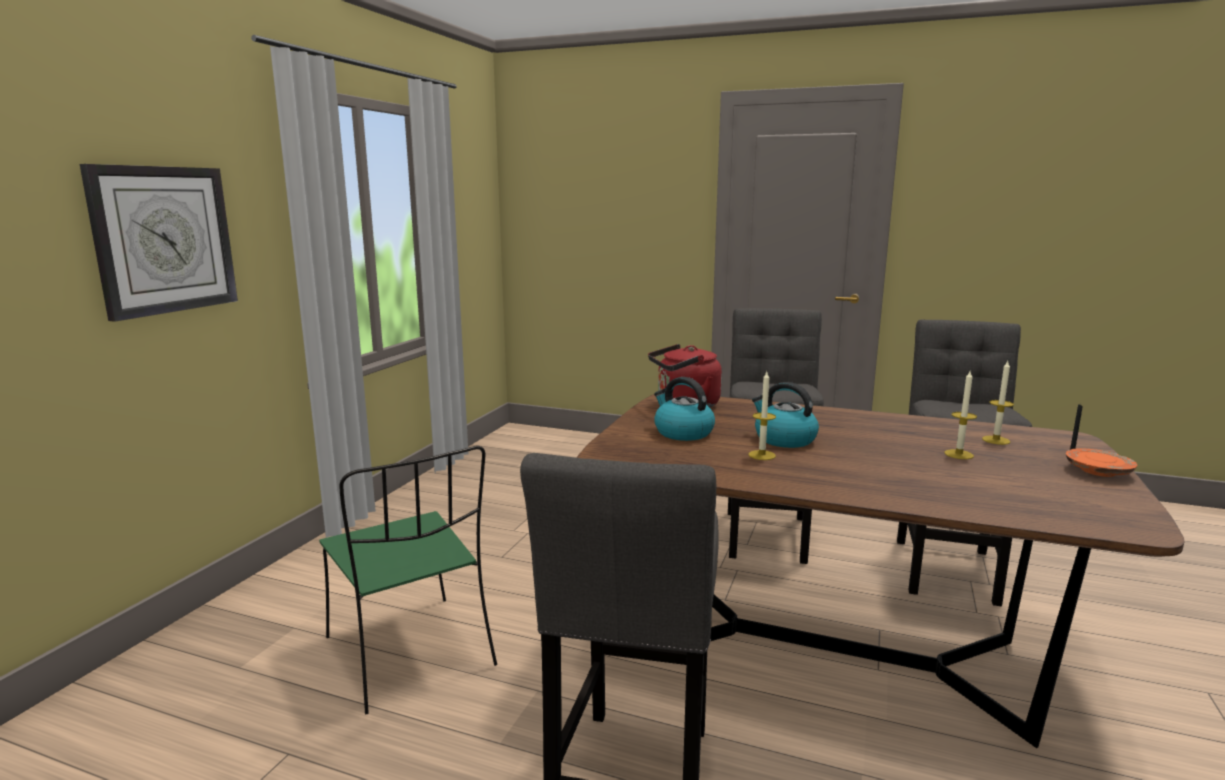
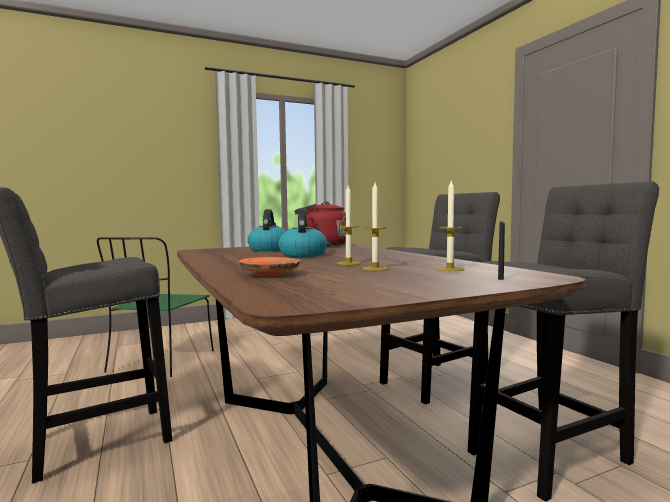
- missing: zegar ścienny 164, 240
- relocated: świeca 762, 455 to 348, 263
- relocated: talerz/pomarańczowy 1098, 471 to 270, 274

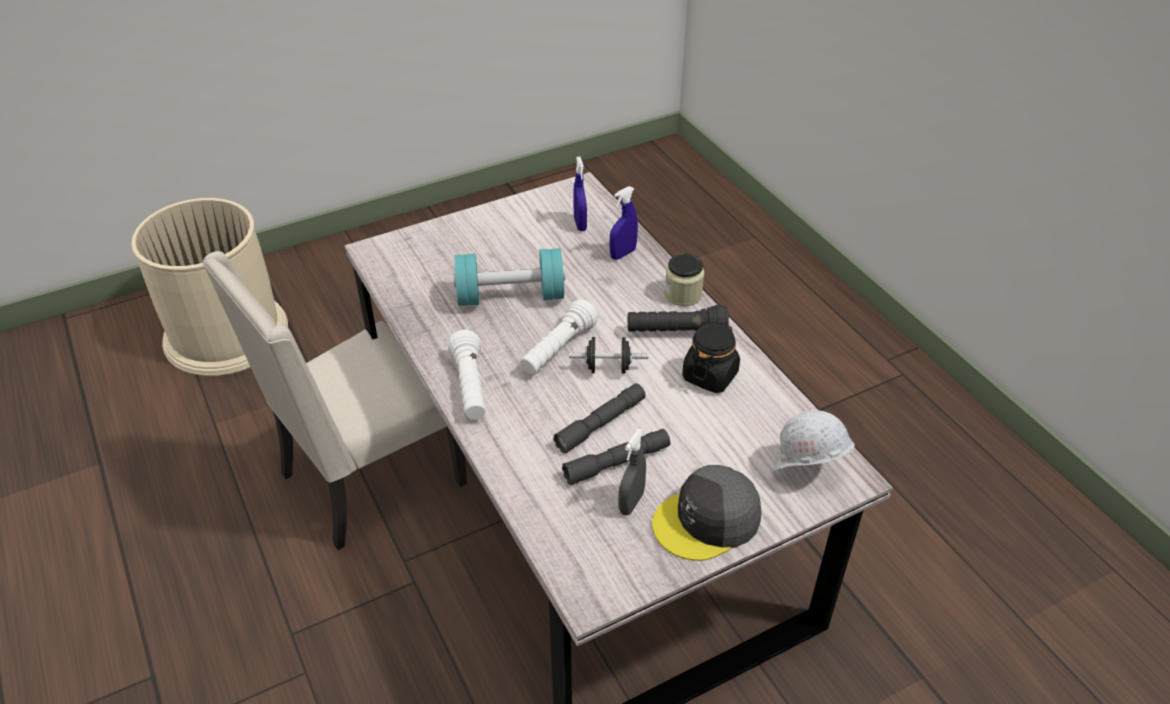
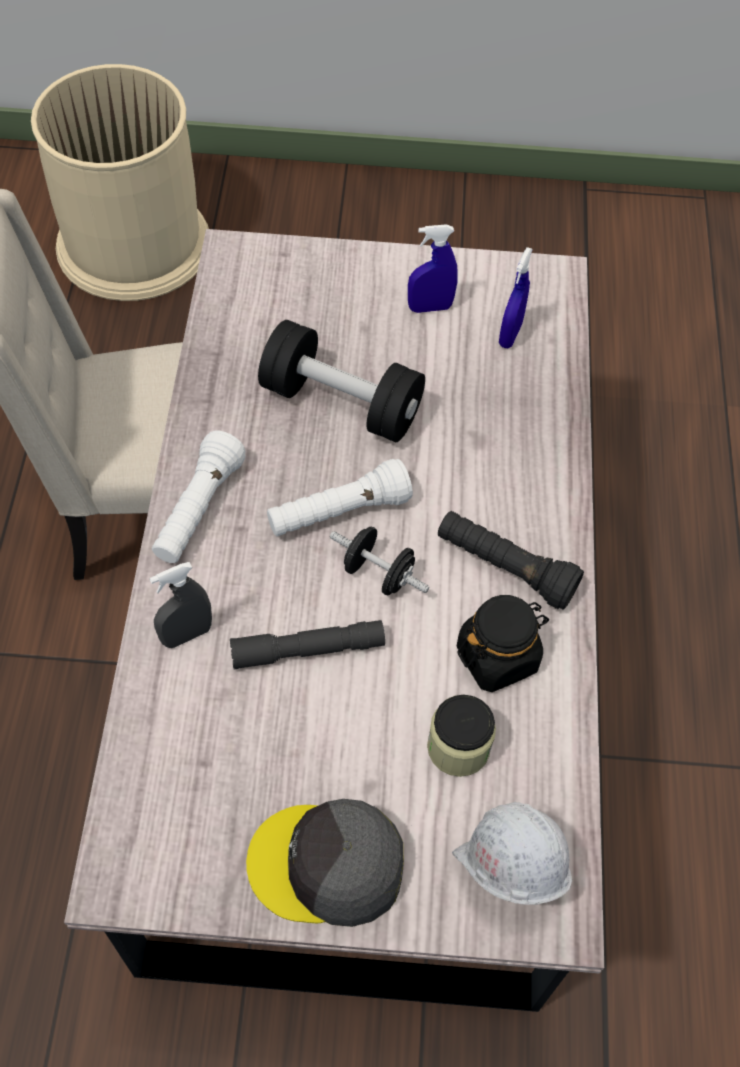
- missing: latarka/szary 617, 463
- relocated: spryskiwacz/niebieski 623, 254 to 430, 307
- relocated: spryskiwacz/szary 631, 503 to 187, 635
- relocated: słoik 683, 294 to 458, 747
- colour: hantel/turkusowy 510, 296 to hantel/czarny 341, 403

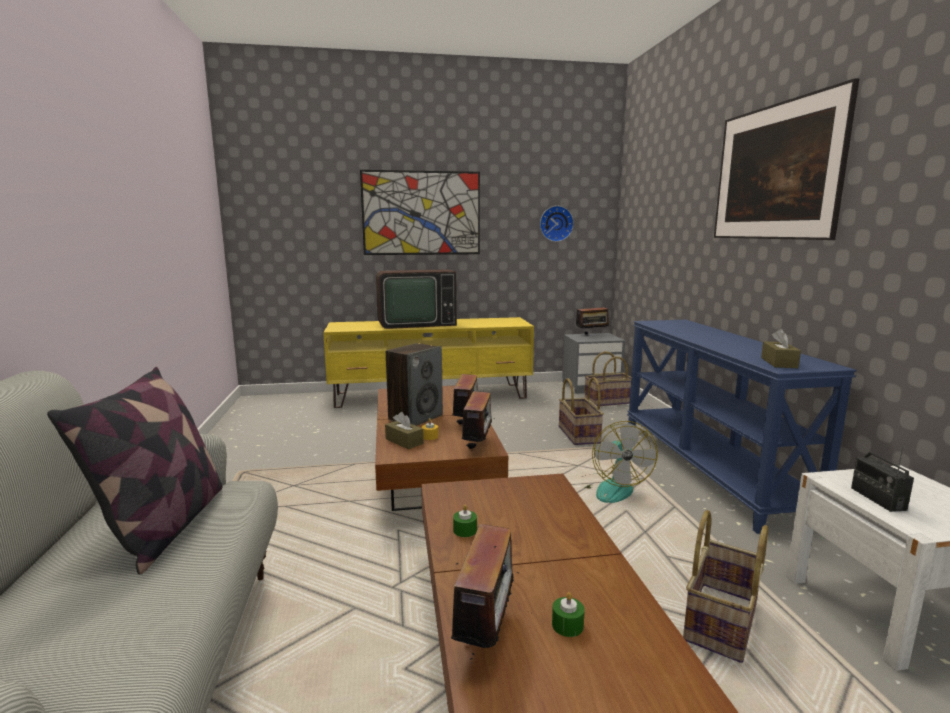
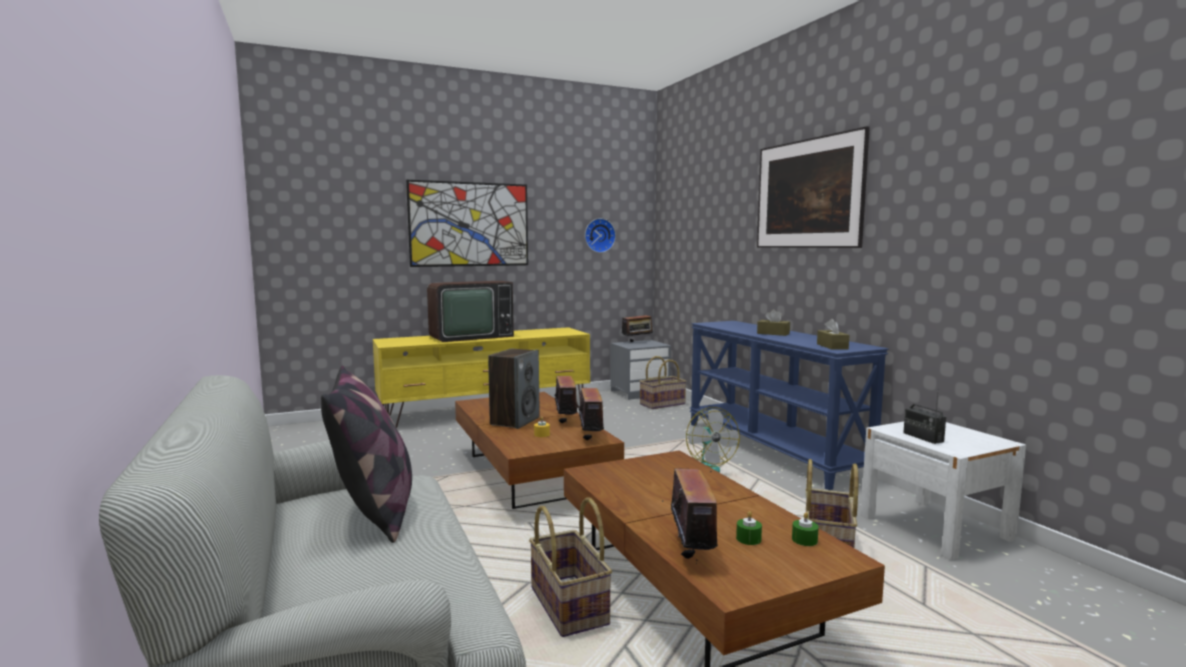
- relocated: pudełko chusteczek/brązowy 404, 441 to 773, 333
- relocated: świeca/zielony 465, 530 to 804, 540
- relocated: koszyk 580, 435 to 570, 606

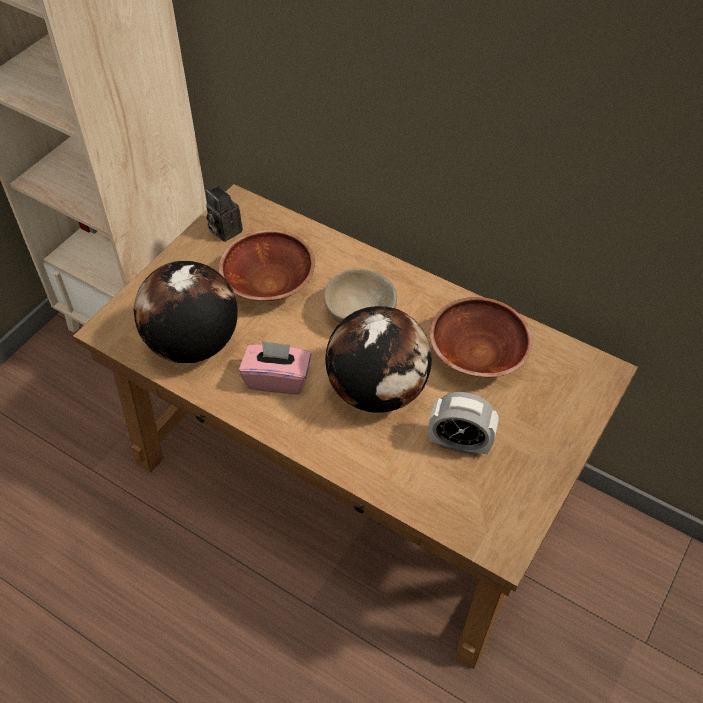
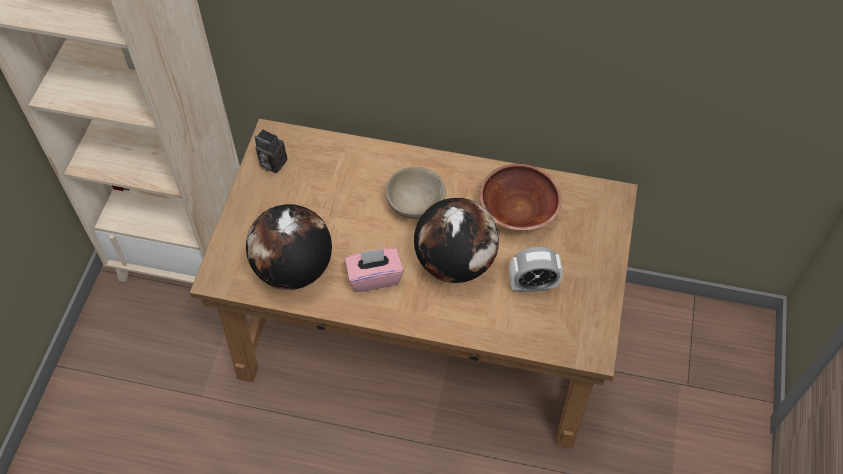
- missing: miska/brązowy 269, 283

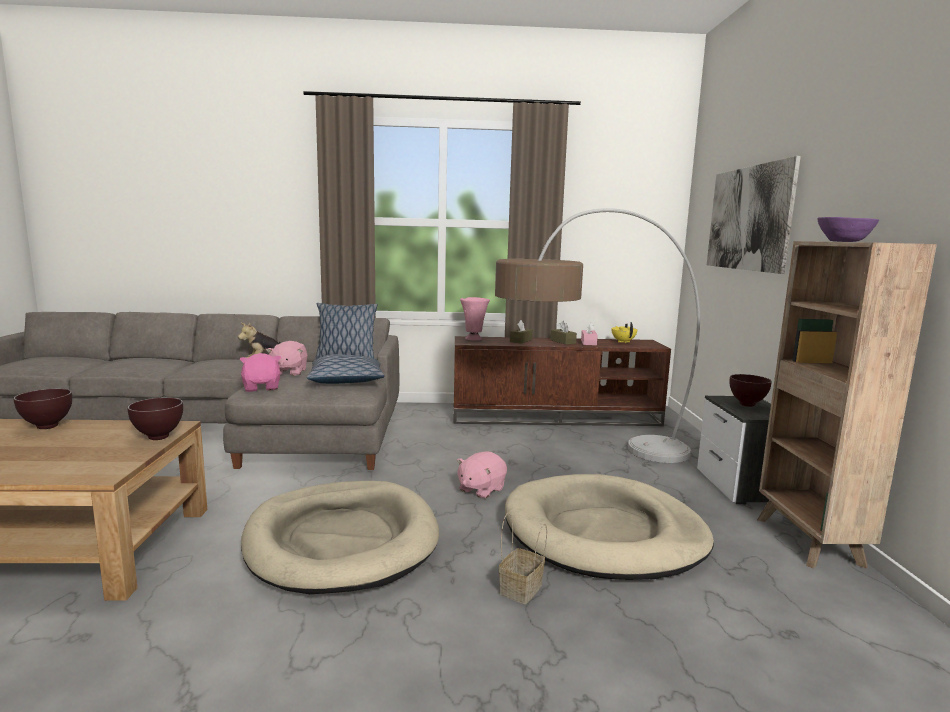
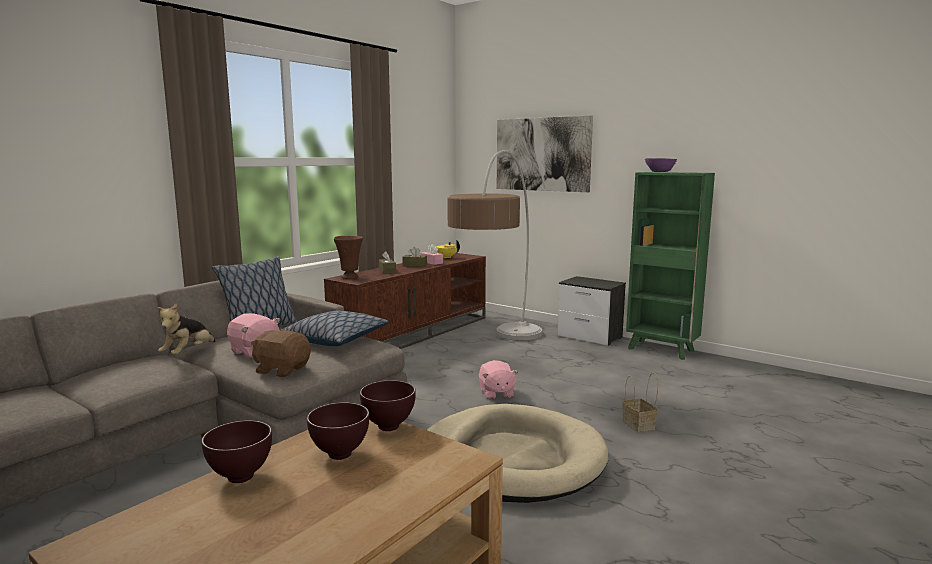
- missing: legowisko/beżowy 604, 533
- relocated: miska/brązowy 746, 404 to 339, 455
- colour: pluszak/różowy 262, 387 to pluszak/brązowy 282, 370
- colour: wazon/różowy 474, 339 to wazon/brązowy 349, 277
- colour: regał/brązowy 809, 542 to regał/zielony 662, 350

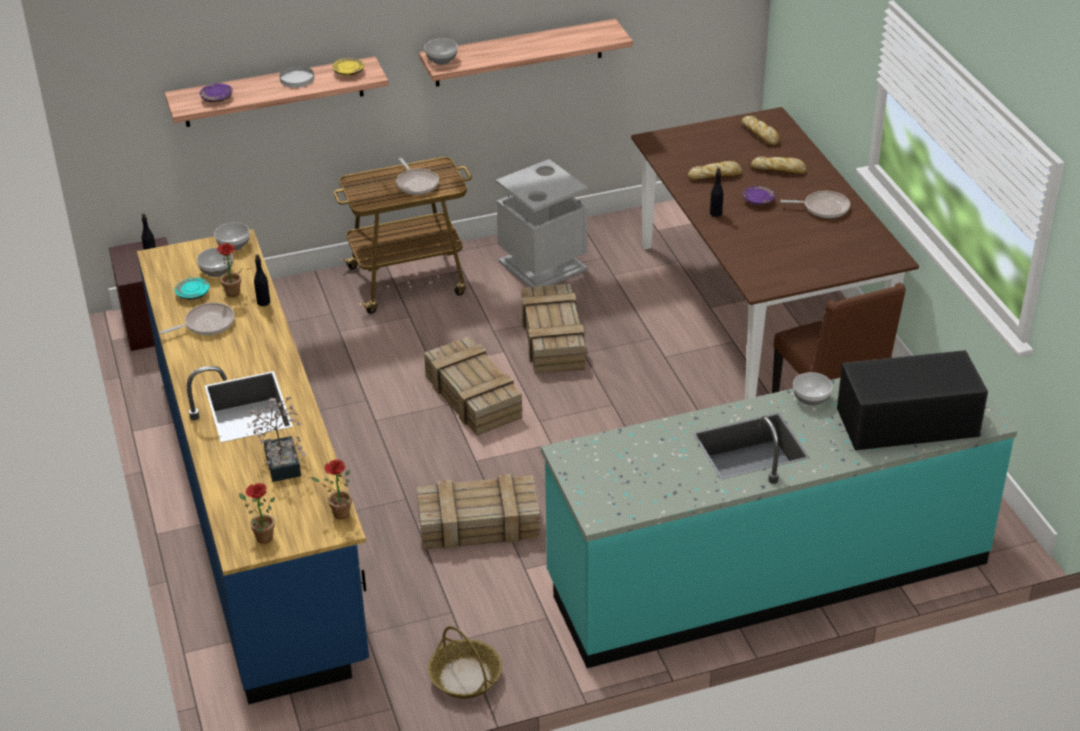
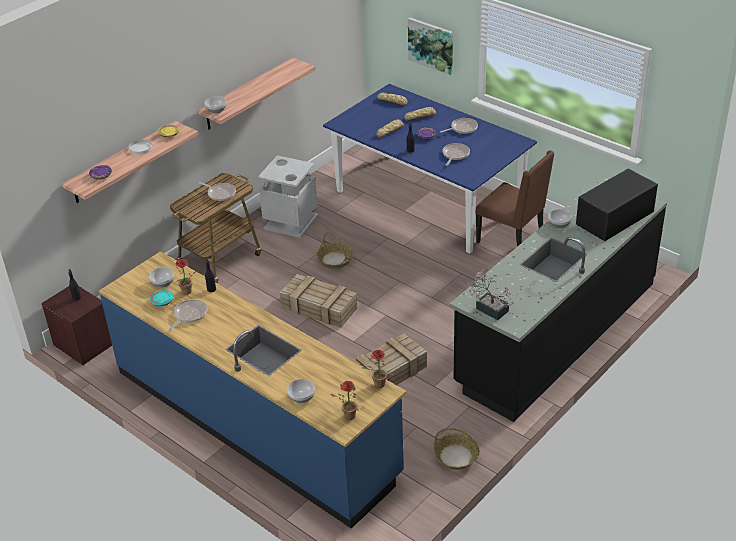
- appeared: obraz 431, 45
- appeared: patelnia 455, 155
- relocated: miska 234, 245 to 302, 397
- relocated: roślina doniczkowa 282, 460 to 489, 308
- exchanged: skrzynka 553, 340 to koszyk 335, 260
- colour: zabudowa kuchenna/turkusowy 767, 571 to zabudowa kuchenna/czarny 556, 333
- colour: stół jadalny/brązowy 757, 306 to stół jadalny/niebieski 427, 201

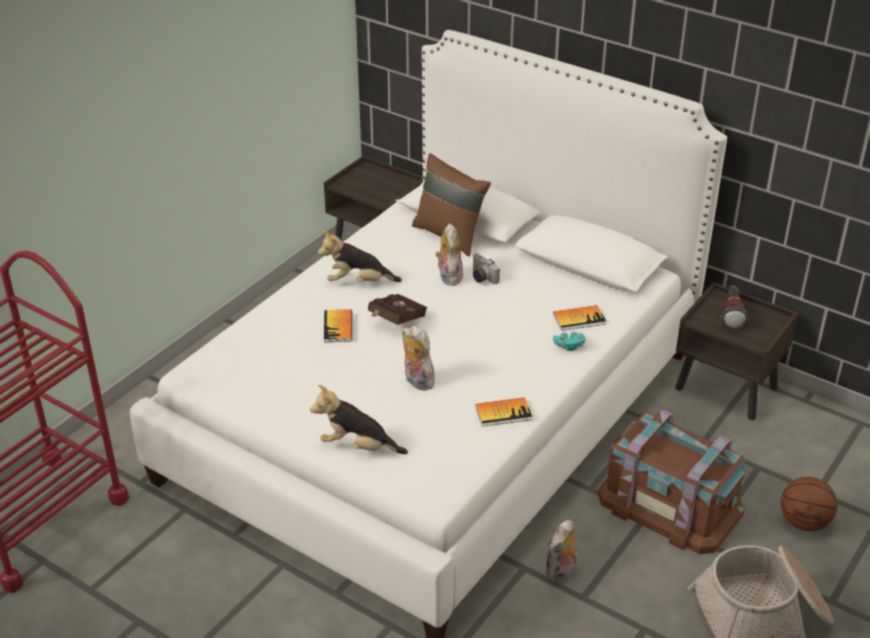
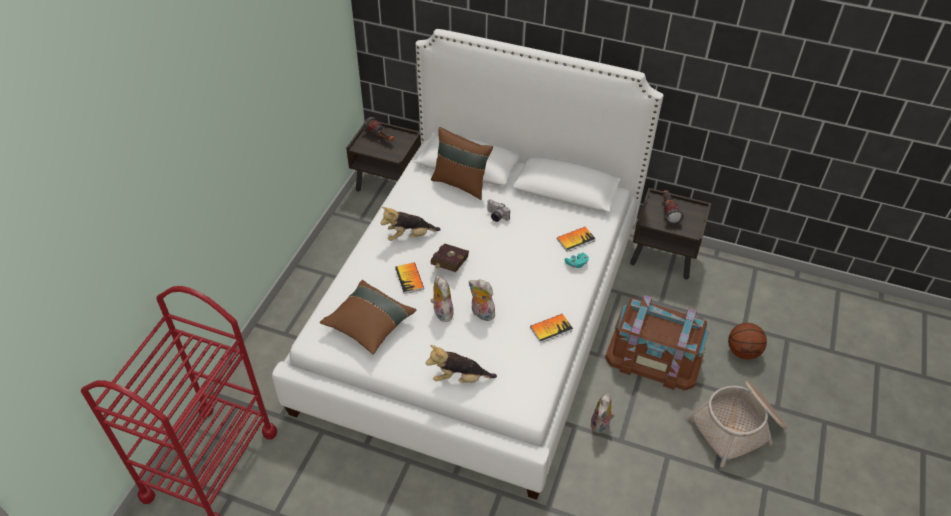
- appeared: poduszka/brązowy 369, 325
- appeared: latarka 380, 137
- relocated: pluszak 448, 276 to 441, 312

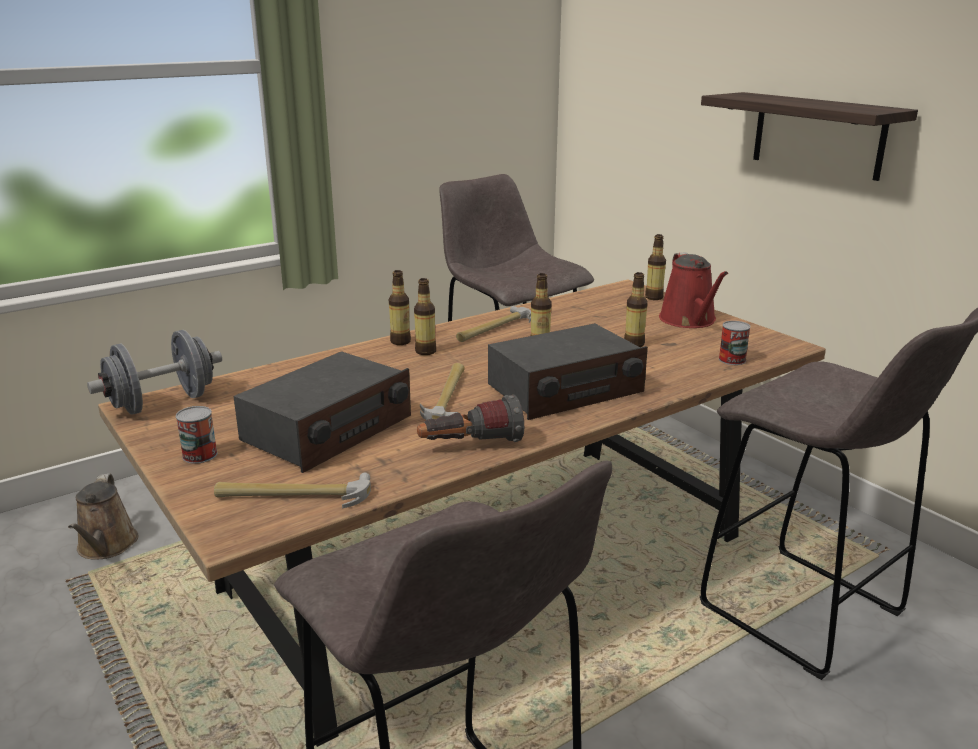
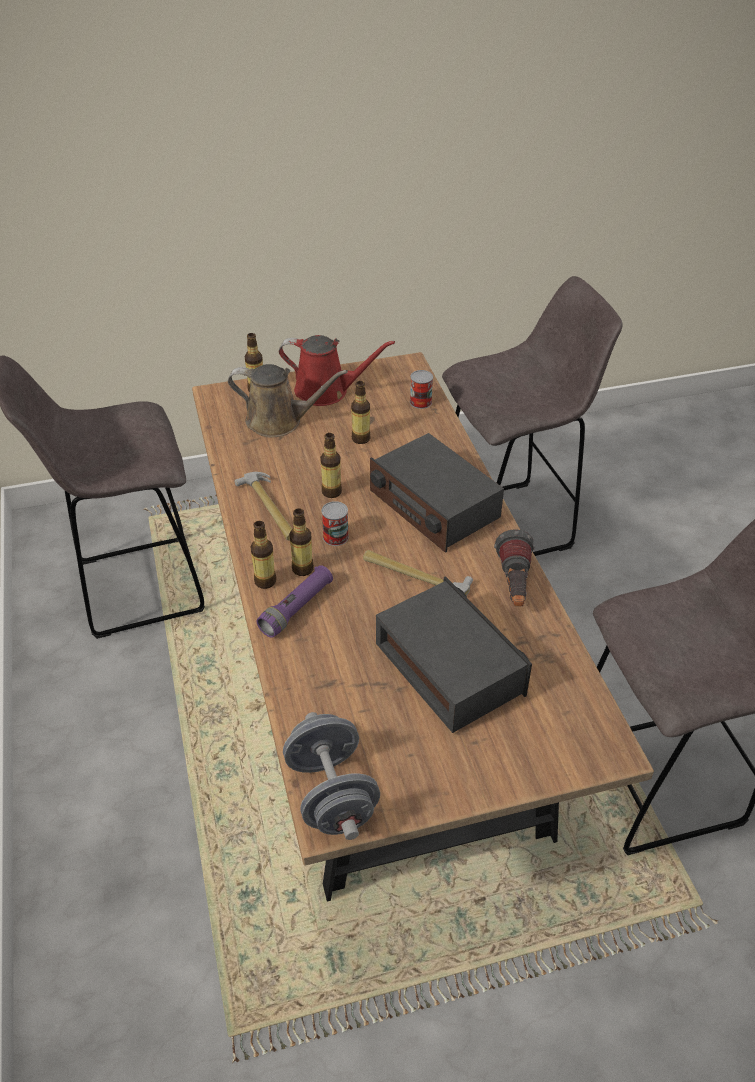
- missing: młotek 293, 495
- missing: półka 818, 135
- appeared: latarka/fioletowy 296, 608
- relocated: konewka/brązowy 106, 546 to 279, 421
- relocated: puszka 200, 455 to 335, 537
- spun: radio 565, 389 = 433, 505 150 degrees clockwise

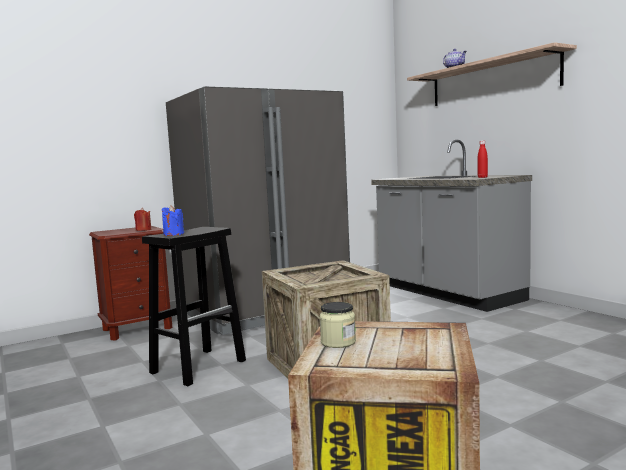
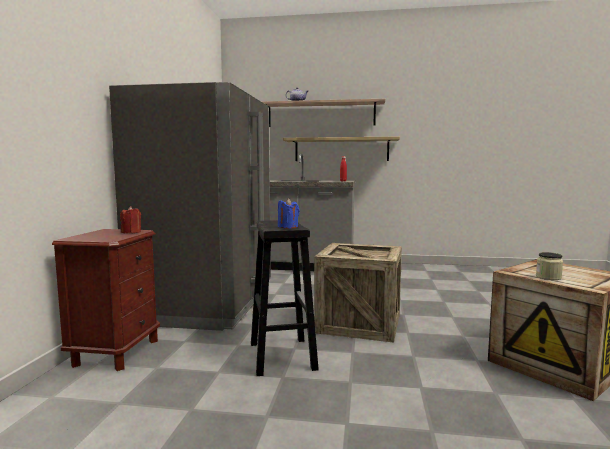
- appeared: półka 341, 150

